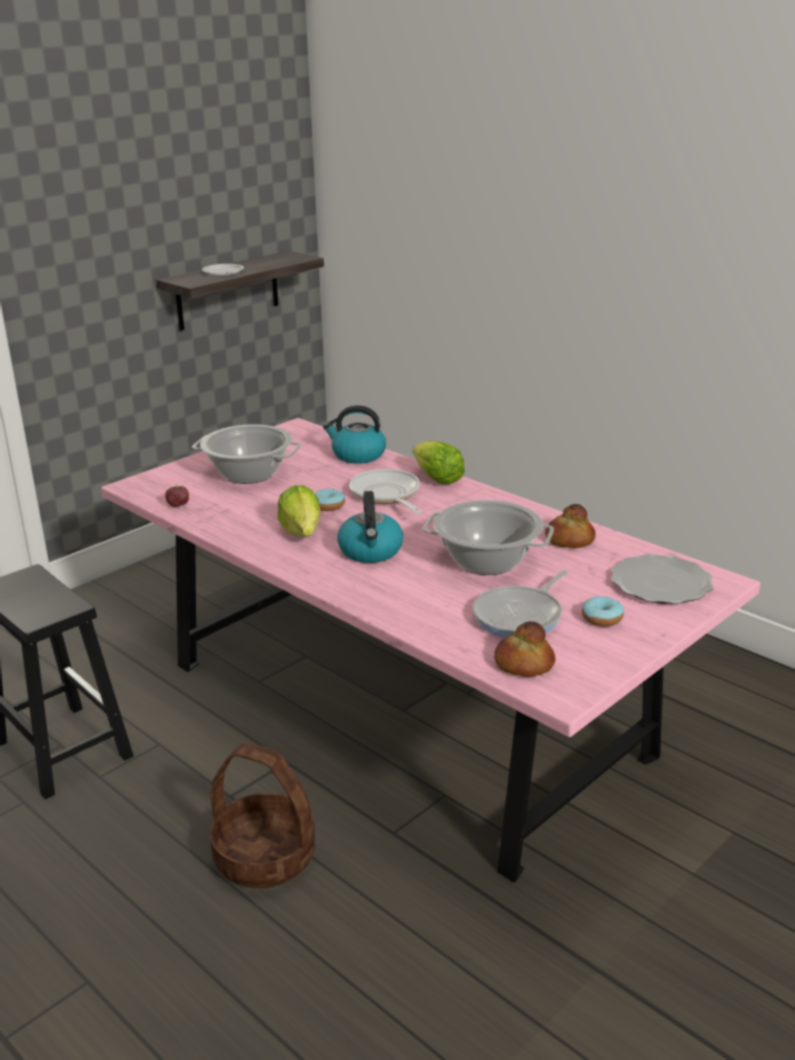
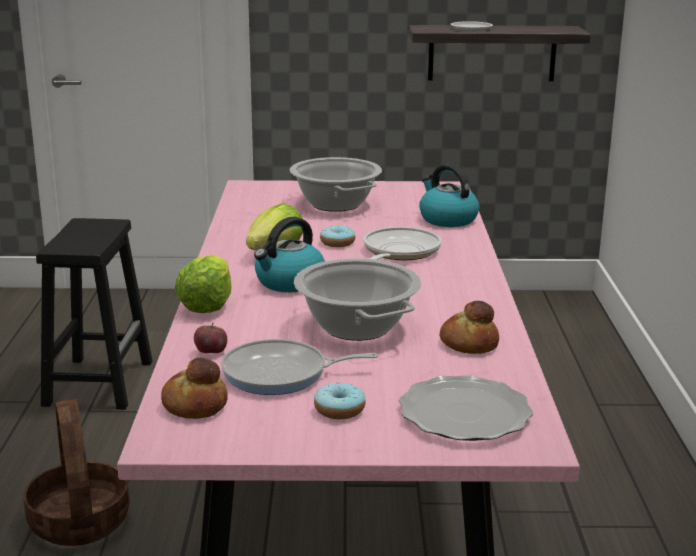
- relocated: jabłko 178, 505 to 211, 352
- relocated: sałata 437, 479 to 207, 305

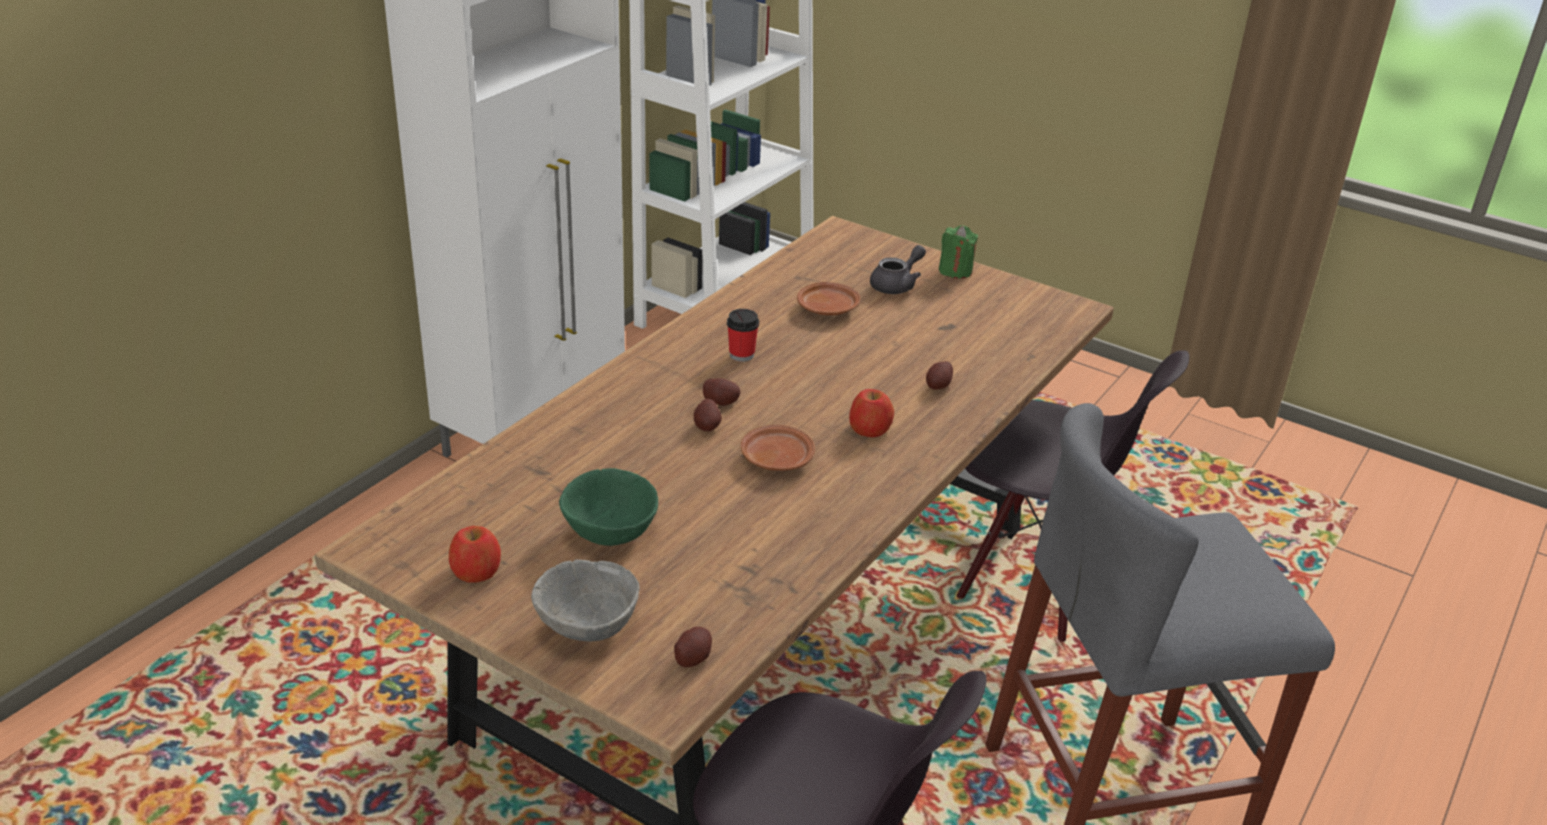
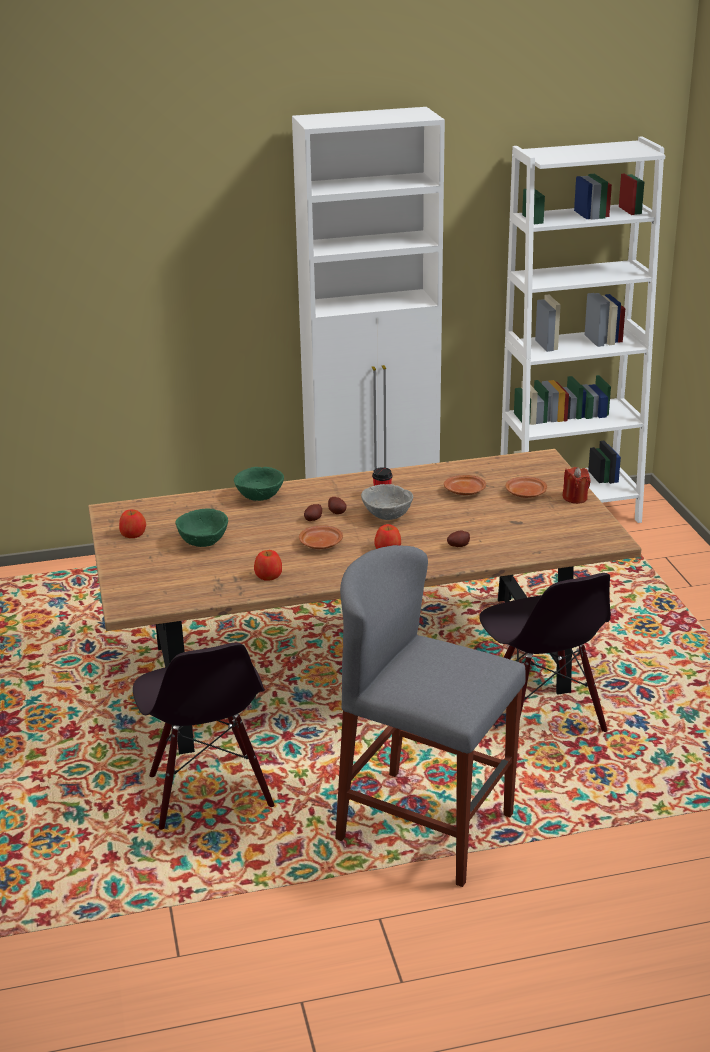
- missing: ziemniak 693, 657
- appeared: miska/zielony 260, 497
- appeared: jabłko 268, 575
- relocated: miska/szary 586, 627 to 386, 516
- exchanged: imbryk/szary 897, 285 to talerz/brązowy 525, 493
- colour: świeca/zielony 955, 271 to świeca/czerwony 575, 498

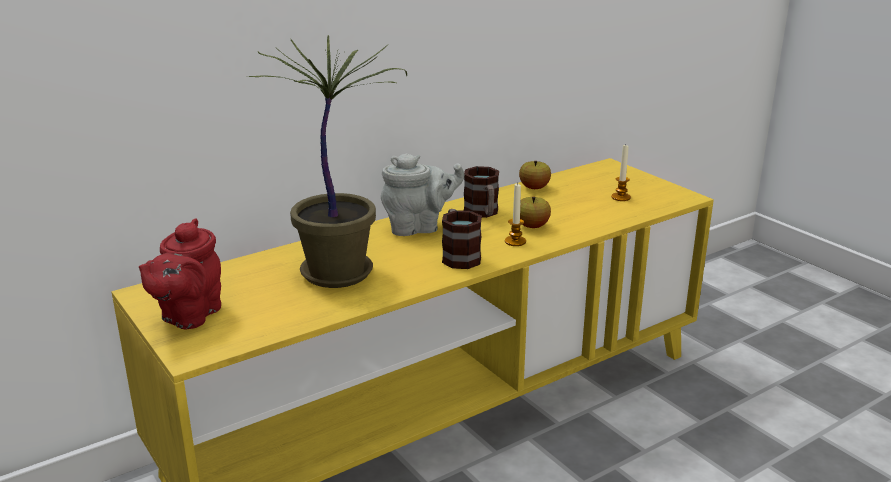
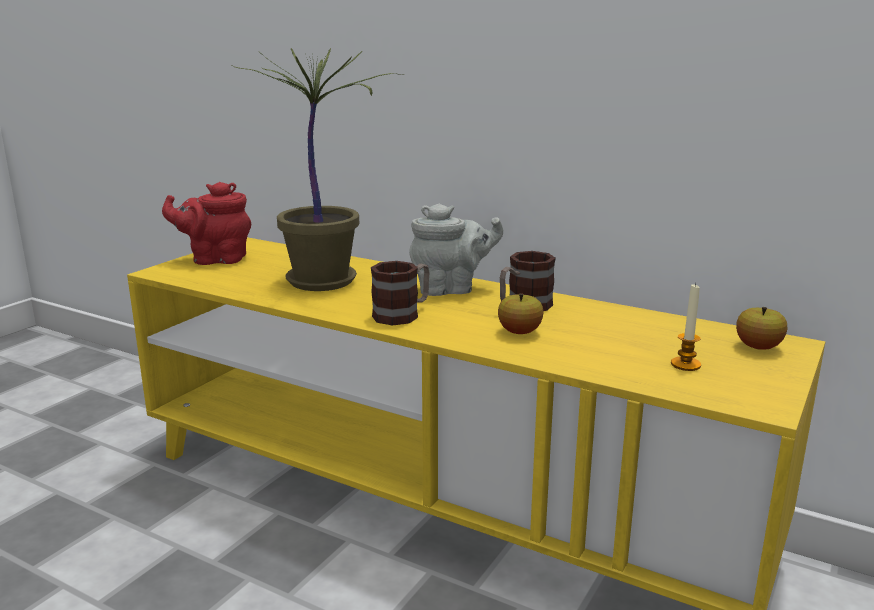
- missing: świeca 515, 241
- relocated: jabłko 534, 188 to 758, 347
- spun: imbryk/szary 419, 228 = 451, 289 60 degrees counterclockwise

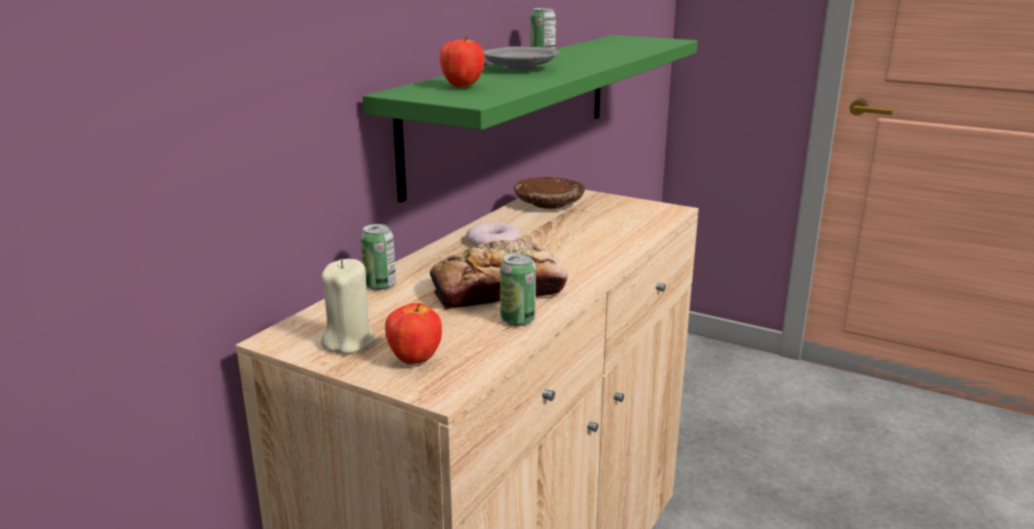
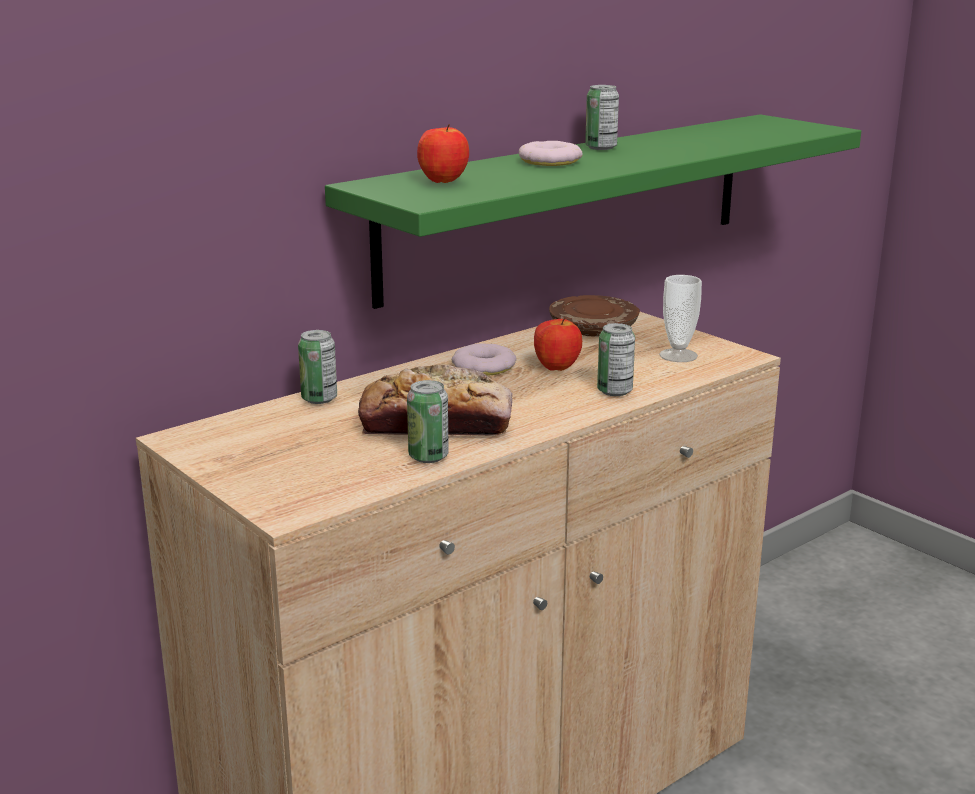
- missing: świeca/beżowy 349, 342
- appeared: puszka 614, 391
- appeared: filiżanka 678, 355
- relocated: jabłko 415, 360 to 557, 368
- exchanged: talerz/szary 520, 69 to donut 549, 161

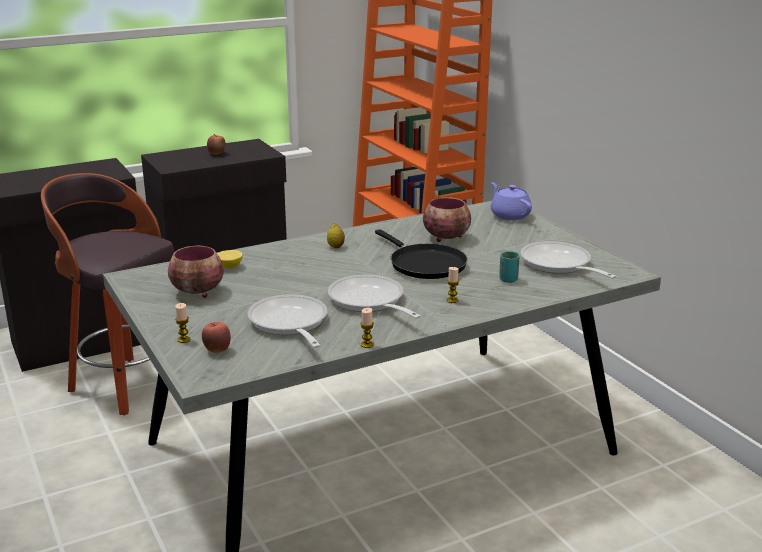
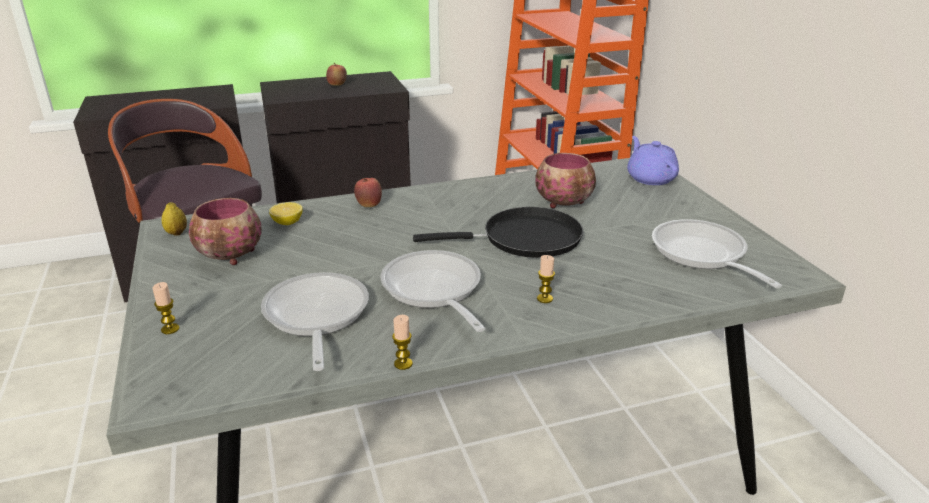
- missing: filiżanka/turkusowy 508, 279
- relocated: jabłko 217, 350 to 369, 205
- relocated: cytryna 336, 247 to 176, 233
- spun: patelnia/czarny 424, 264 = 524, 239 75 degrees counterclockwise

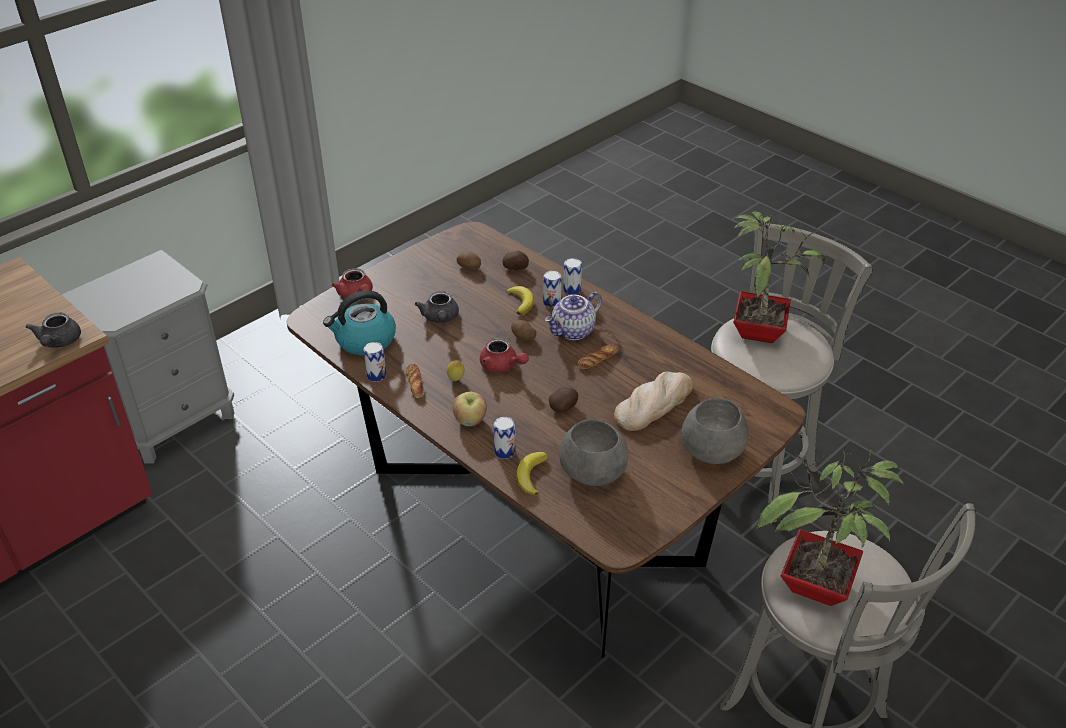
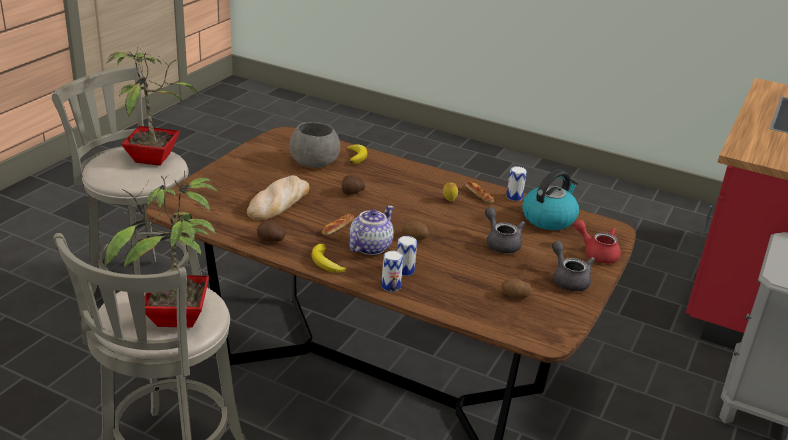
- missing: jabłko 470, 421
- missing: imbryk/czerwony 502, 366
- missing: puszka 504, 451
- missing: miska/szary 712, 448
- relocated: imbryk/szary 59, 342 to 568, 279
- relocated: ziemniak 515, 268 to 271, 240
- relocated: banan 521, 302 to 326, 262

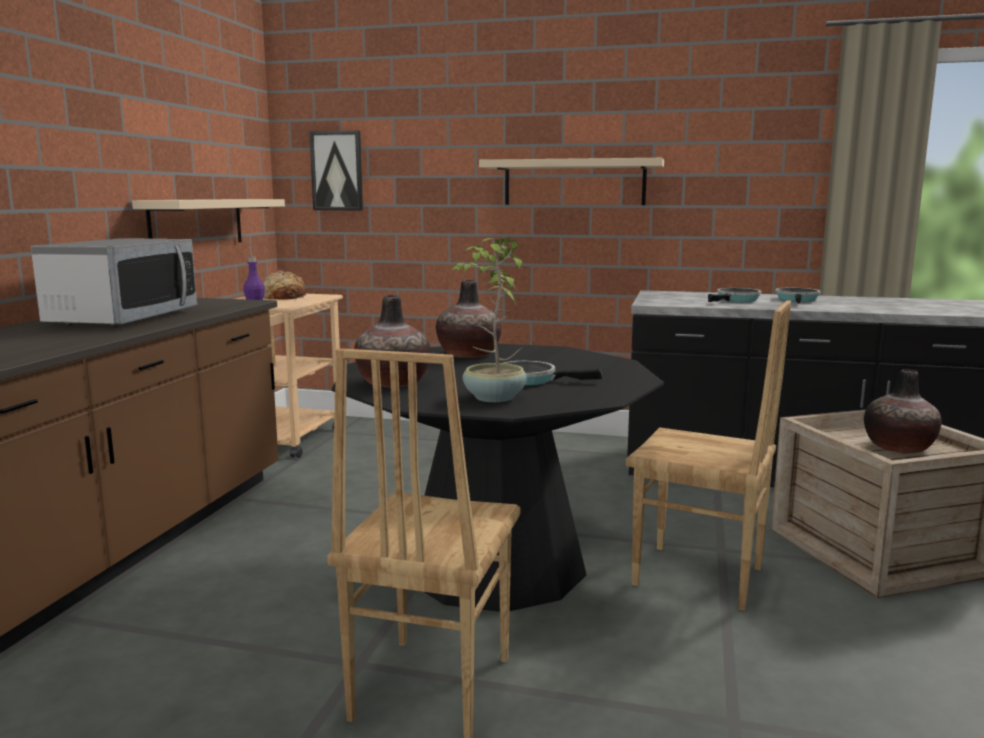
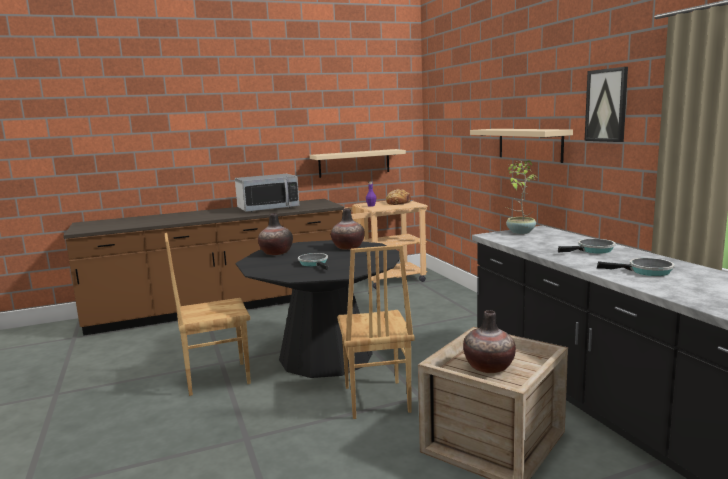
- relocated: obraz 337, 171 to 606, 105
- relocated: roślina doniczkowa 493, 398 to 519, 232
- relocated: patelnia 736, 300 to 646, 271

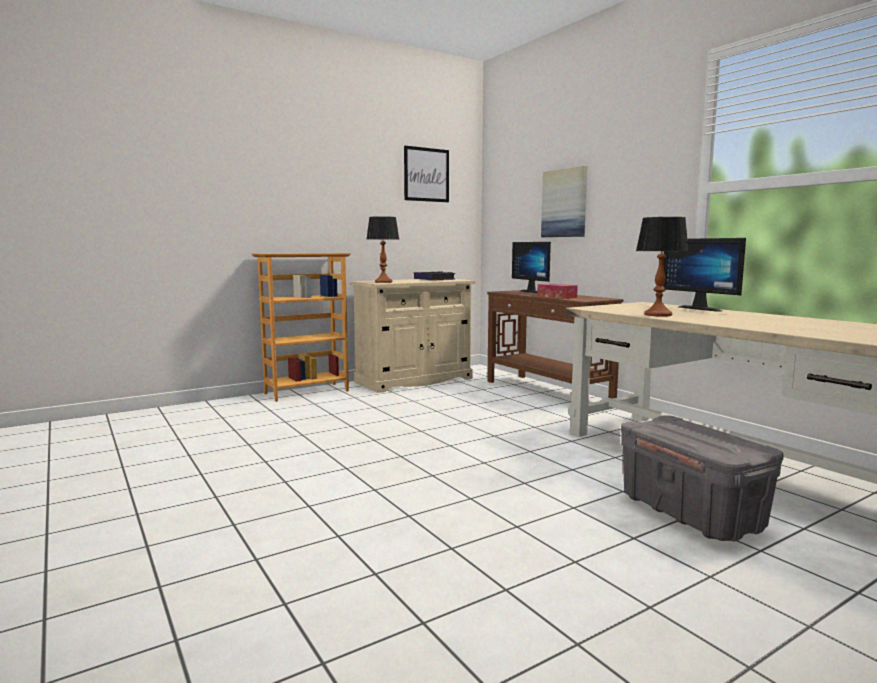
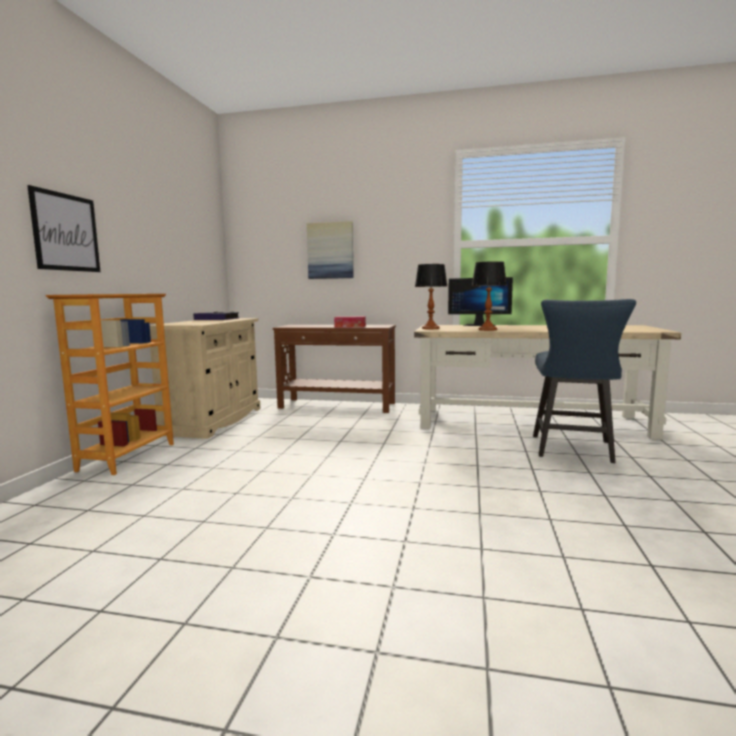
- missing: monitor 534, 292
- relocated: lampa stołowa 383, 282 to 430, 328
- relocated: obraz 426, 174 to 66, 232
- exchanged: pojemnik do przechowywania/szary 689, 513 to krzesło/niebieski 573, 451

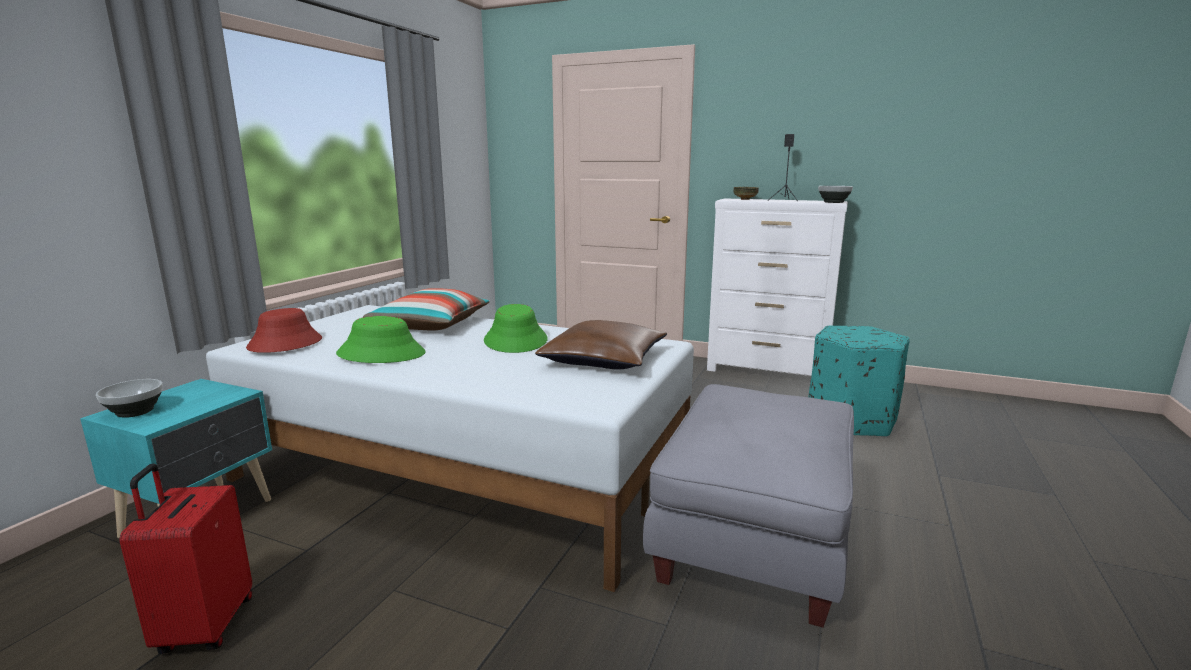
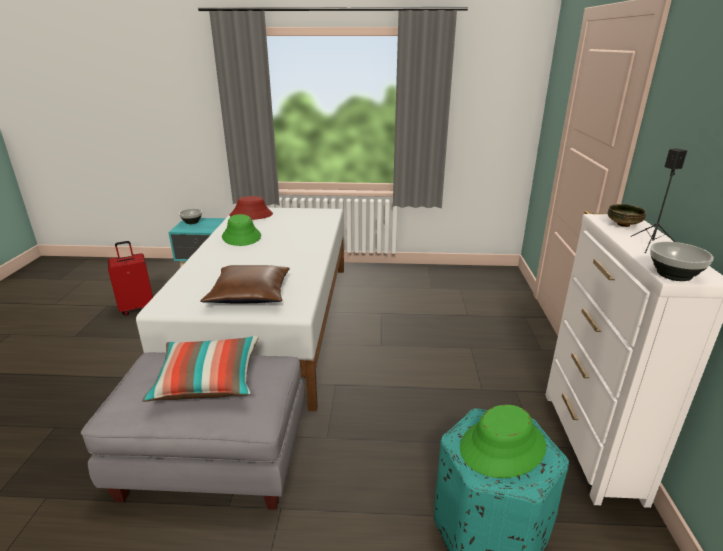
- relocated: poduszka 431, 325 to 208, 381
- relocated: kapelusz/zielony 516, 340 to 502, 447

